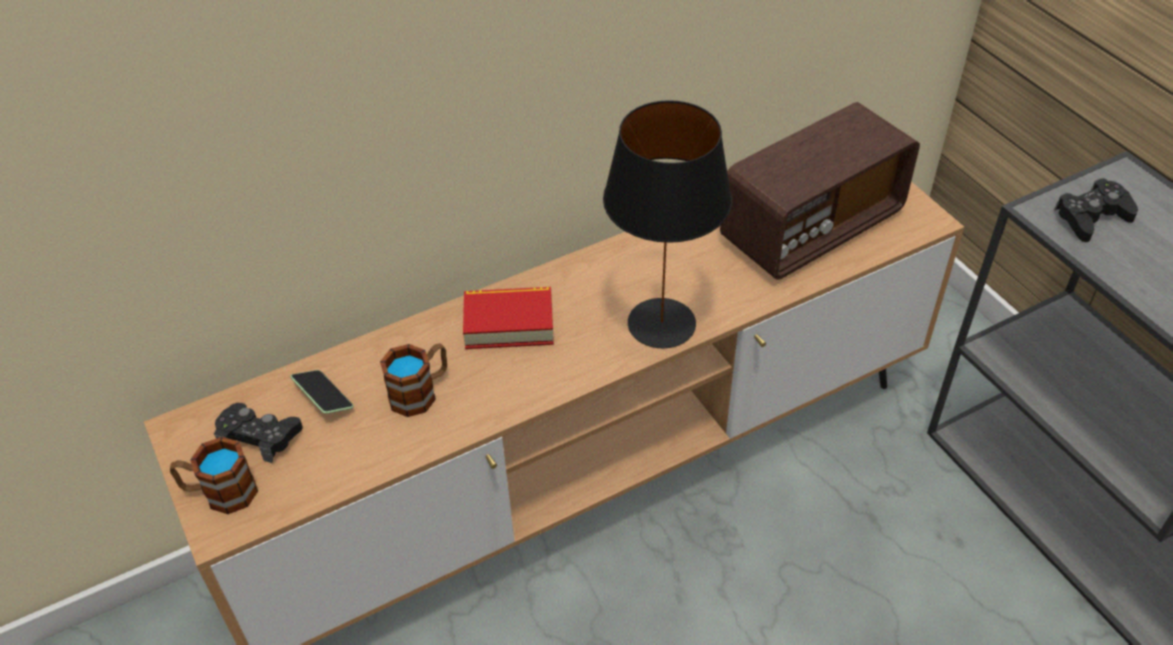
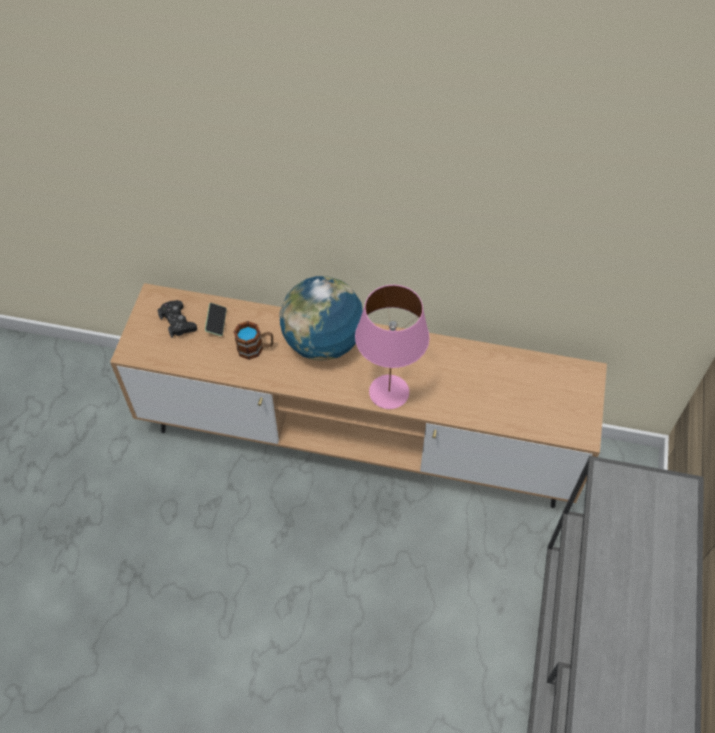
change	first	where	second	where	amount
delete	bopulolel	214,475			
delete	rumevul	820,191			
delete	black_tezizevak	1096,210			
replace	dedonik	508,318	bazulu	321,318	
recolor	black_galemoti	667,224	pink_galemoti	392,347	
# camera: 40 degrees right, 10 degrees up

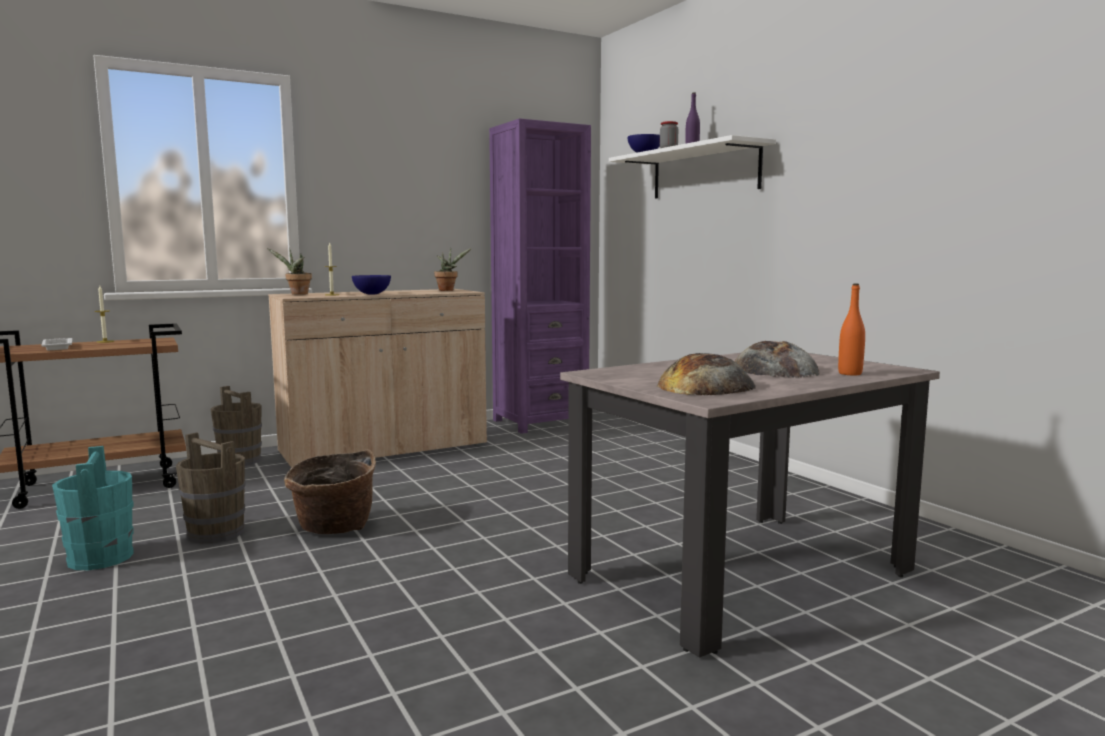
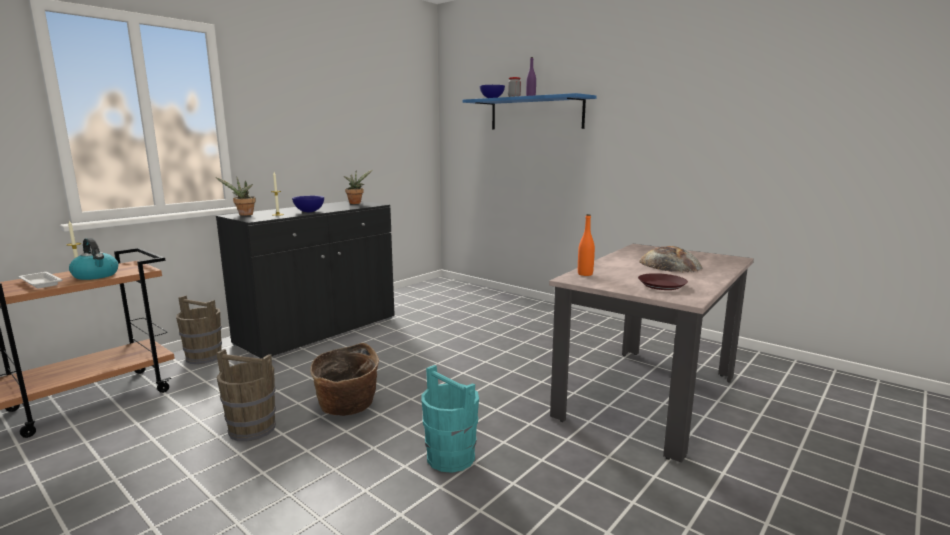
change	first	where	second	where	amount
delete	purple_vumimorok	540,276			
insert			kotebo	93,259	
move	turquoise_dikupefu	93,508		450,419	
move	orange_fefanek	851,329		586,245	
replace	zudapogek	706,374	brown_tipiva	663,281	
recolor	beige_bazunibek	377,378	black_bazunibek	305,280	
recolor	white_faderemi	692,167	blue_faderemi	529,111	
# camera: 20 degrees left, 5 degrees up

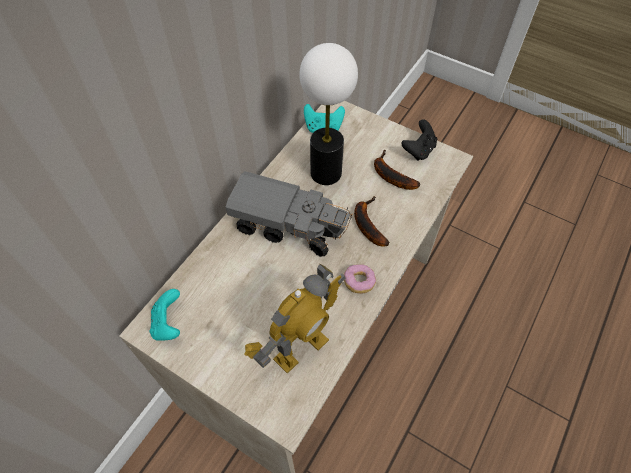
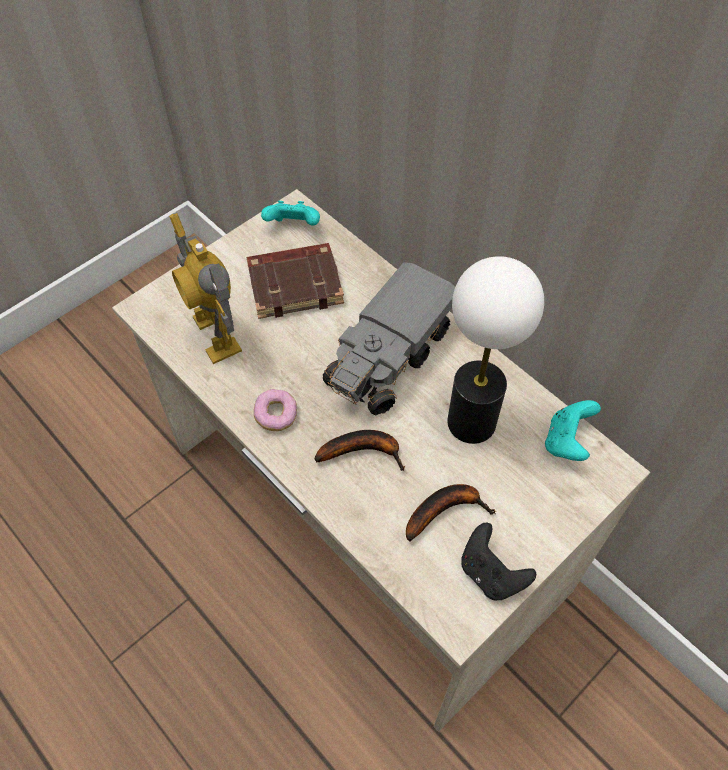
change	first	where	second	where	amount
insert			brown_dedonik	295,281	
# camera: 105 degrees right, 0 degrees up

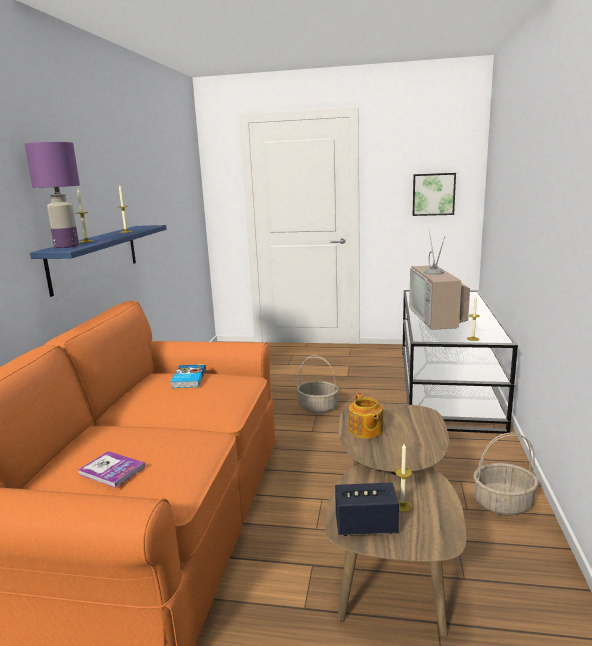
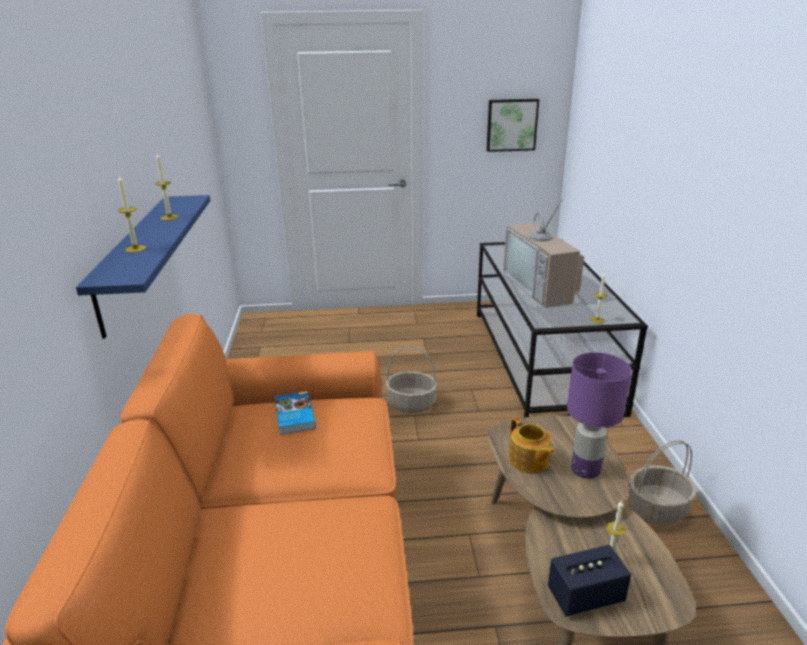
change	first	where	second	where	amount
delete	dedonik	111,469			
move	purple_galemoti	52,195		599,415	
# camera: 15 degrees left, 10 degrees up

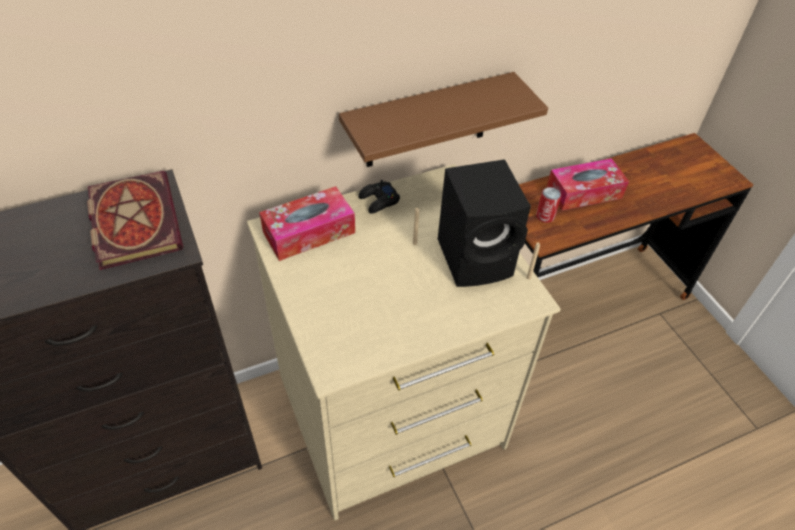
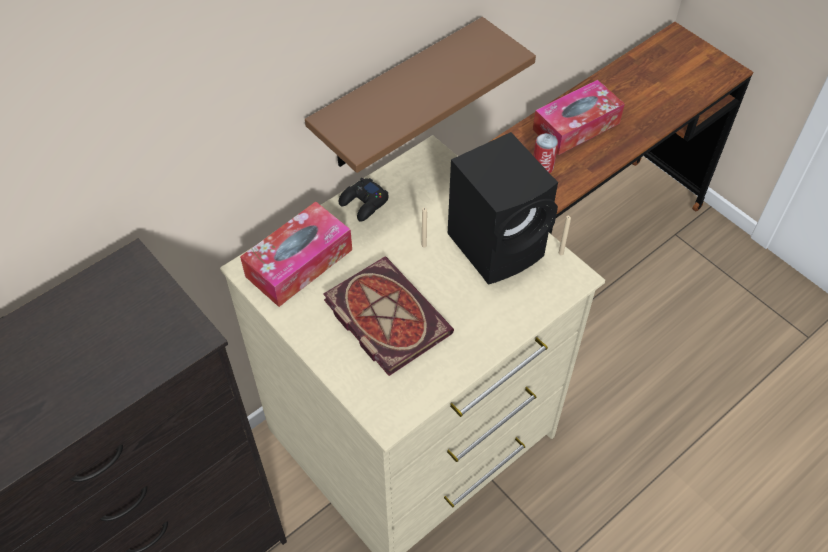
change	first	where	second	where	amount
move	dedonik	135,220		388,316	
# camera: 15 degrees left, 5 degrees up

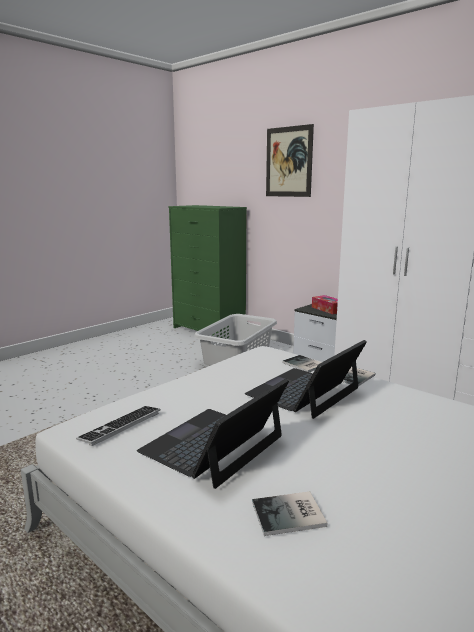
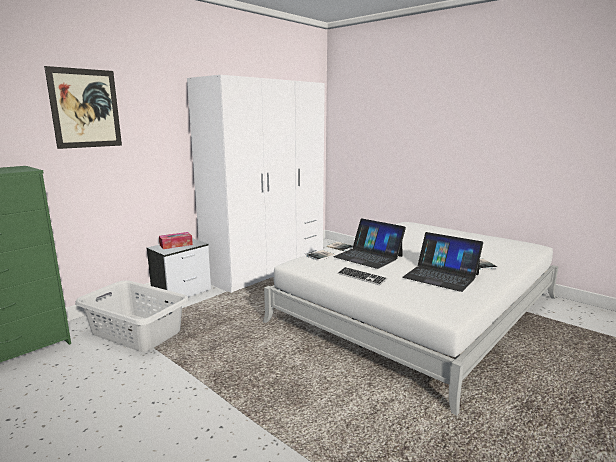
change	first	where	second	where	amount
move	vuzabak	118,426		362,276	
# camera: 90 degrees left, 0 degrees up

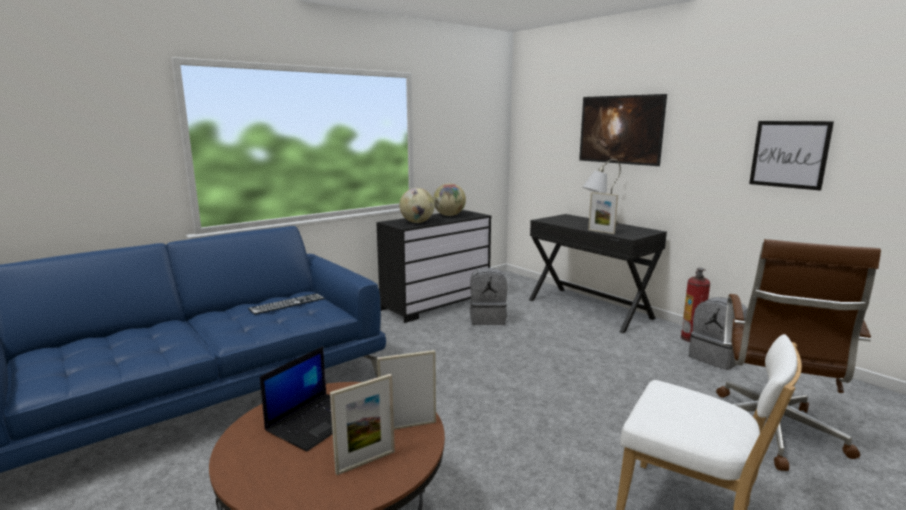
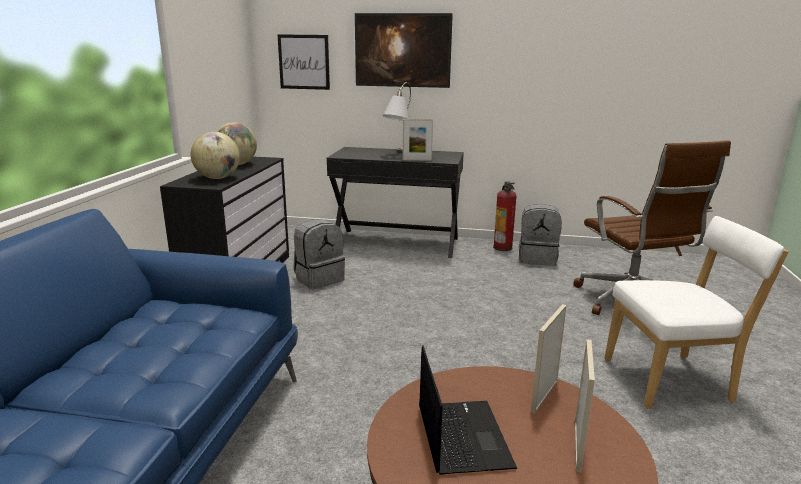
change	first	where	second	where	amount
delete	vuzabak	286,304			
move	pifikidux	791,156		303,62	
# camera: 40 degrees left, 5 degrees up

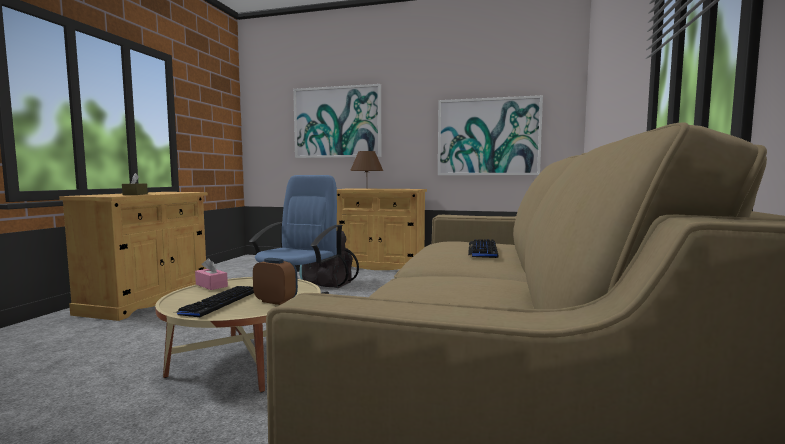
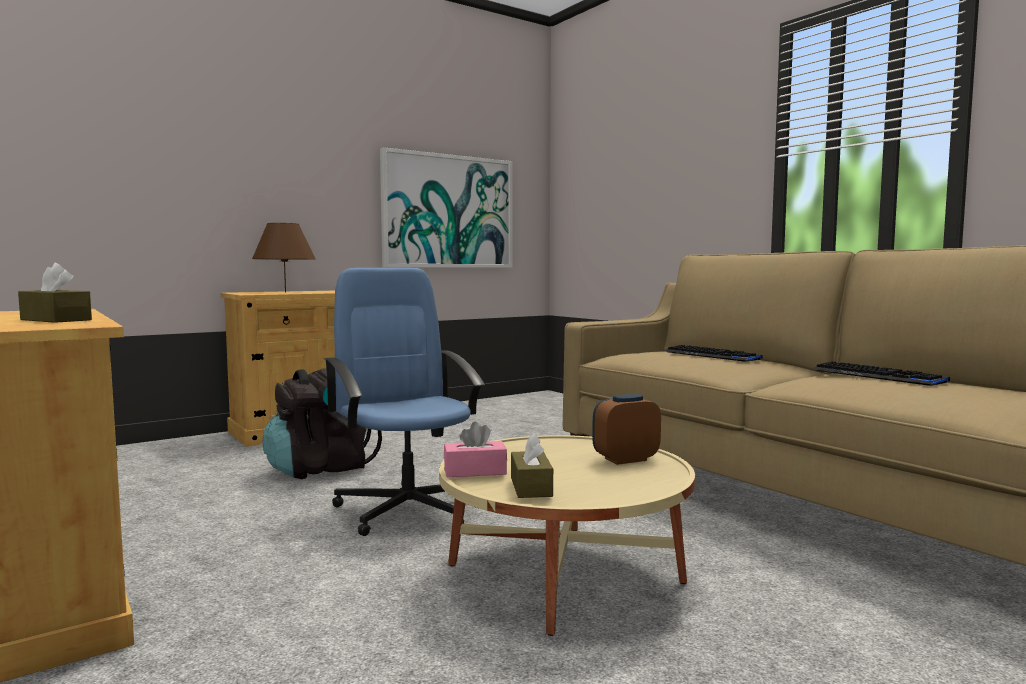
change	first	where	second	where	amount
delete	pifikidux	337,121			
insert			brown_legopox	532,465	
move	vuzabak	215,302		880,373	
# camera: 50 degrees left, 0 degrees up

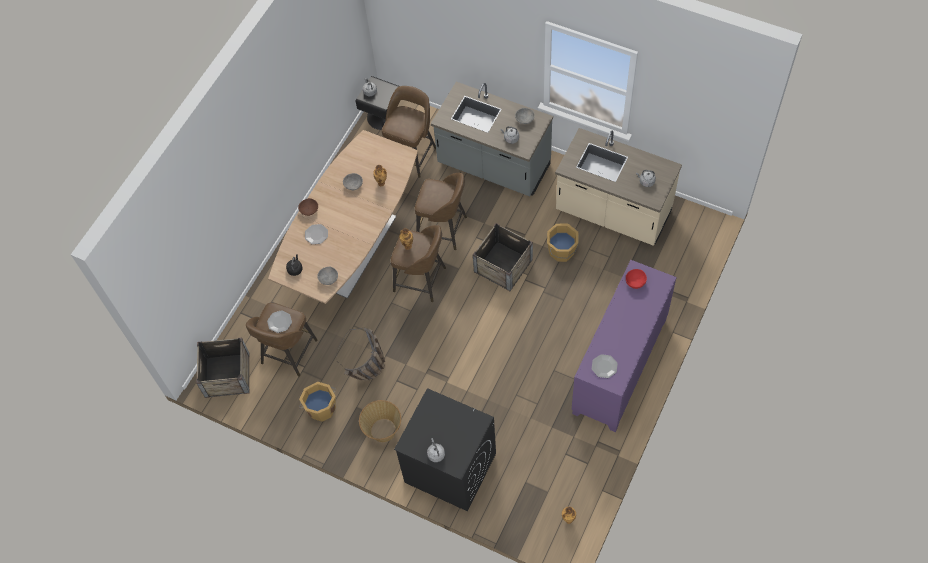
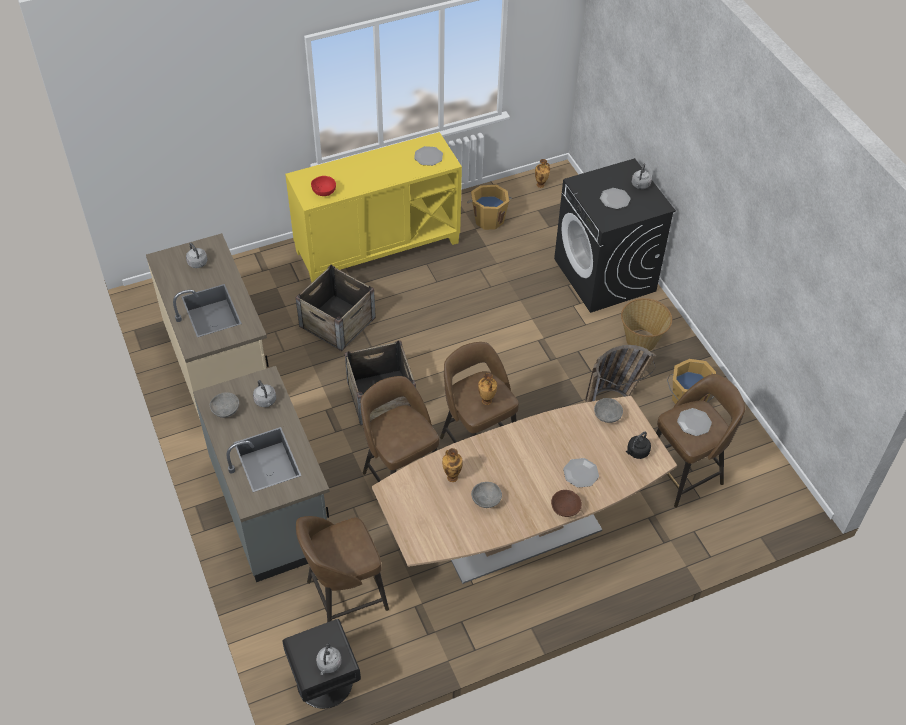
change	first	where	second	where	amount
insert			tipiva	615,198	
move	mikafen	223,368		336,308	
move	orange_dikupefu	563,243		489,207	
recolor	purple_bazunibek	624,346	yellow_bazunibek	373,207	
# camera: 145 degrees left, 10 degrees down

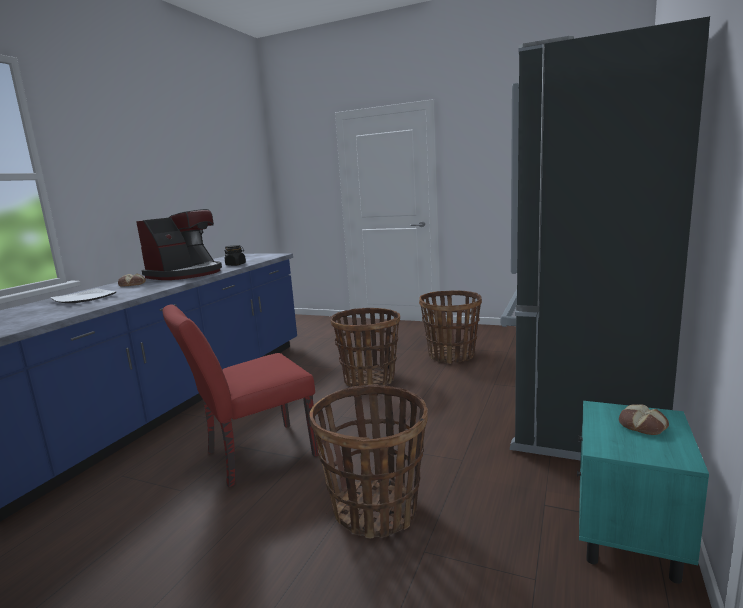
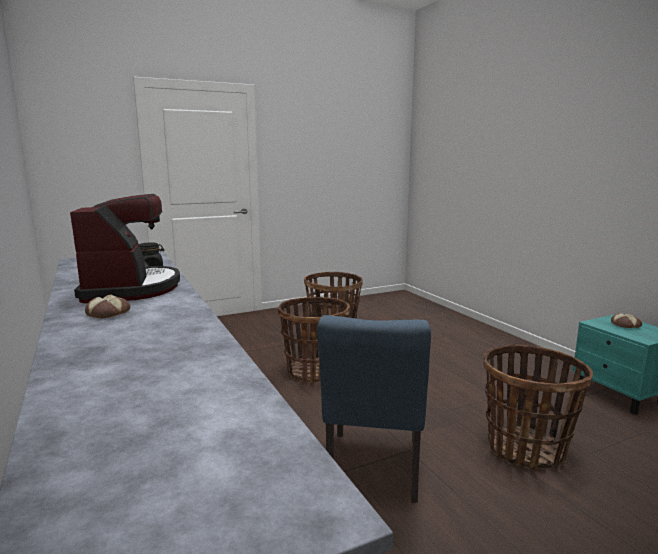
change	first	where	second	where	amount
delete	tipiva	84,295			
delete	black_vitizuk	605,238			
recolor	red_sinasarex	240,396	blue_sinasarex	374,409	
# camera: 50 degrees left, 0 degrees up

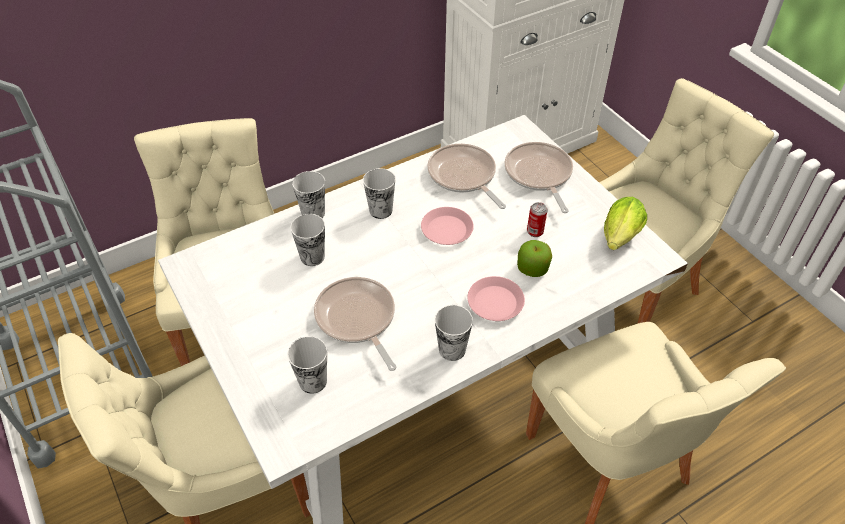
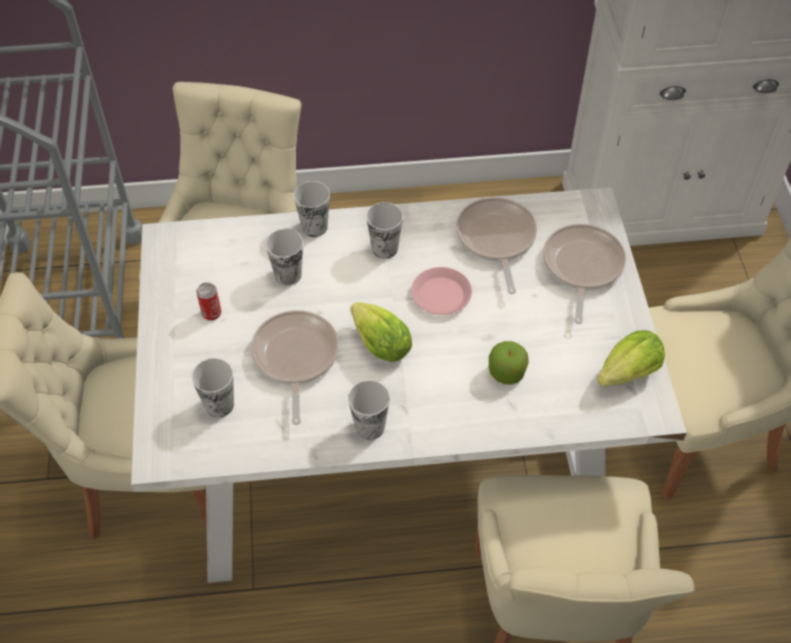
change	first	where	second	where	amount
delete	pink_tipiva	496,298			
insert			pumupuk	381,332	
move	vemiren	537,219		209,301	
# camera: 25 degrees right, 5 degrees up

